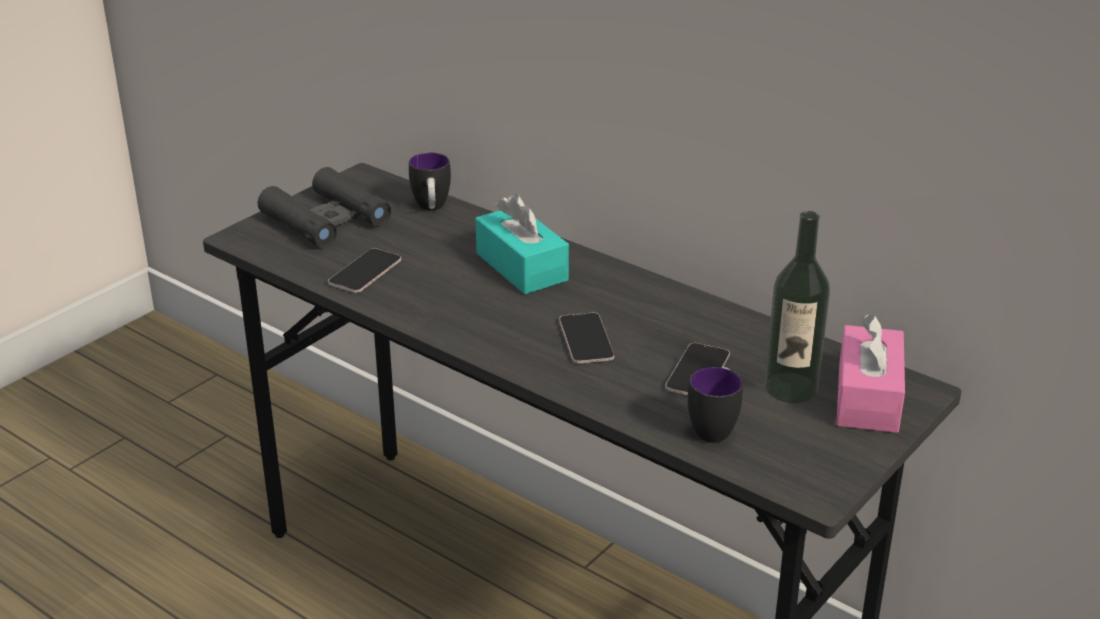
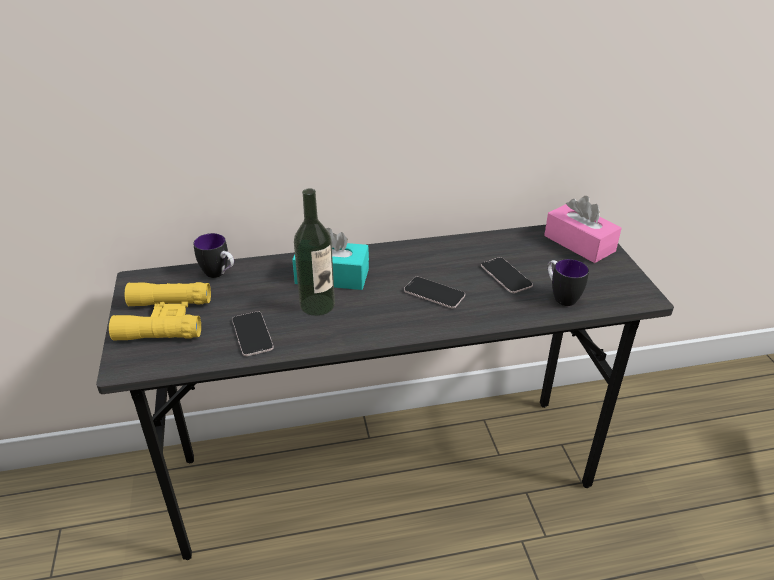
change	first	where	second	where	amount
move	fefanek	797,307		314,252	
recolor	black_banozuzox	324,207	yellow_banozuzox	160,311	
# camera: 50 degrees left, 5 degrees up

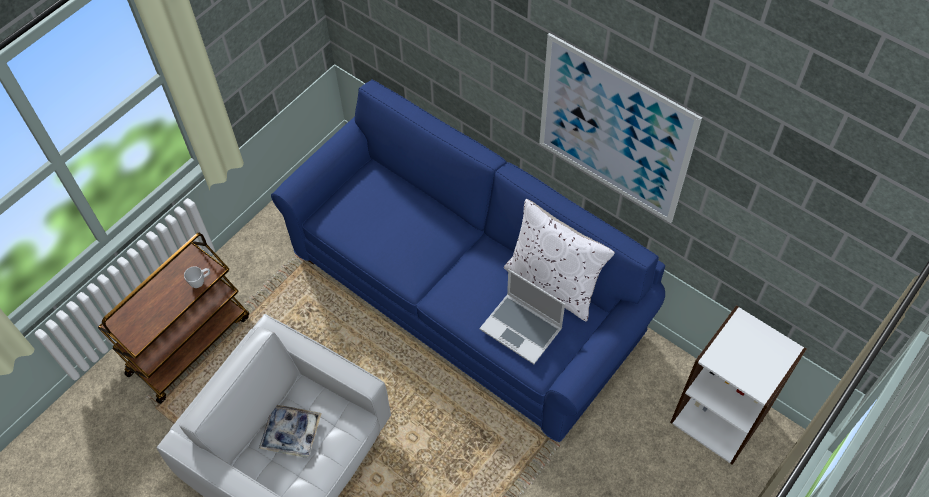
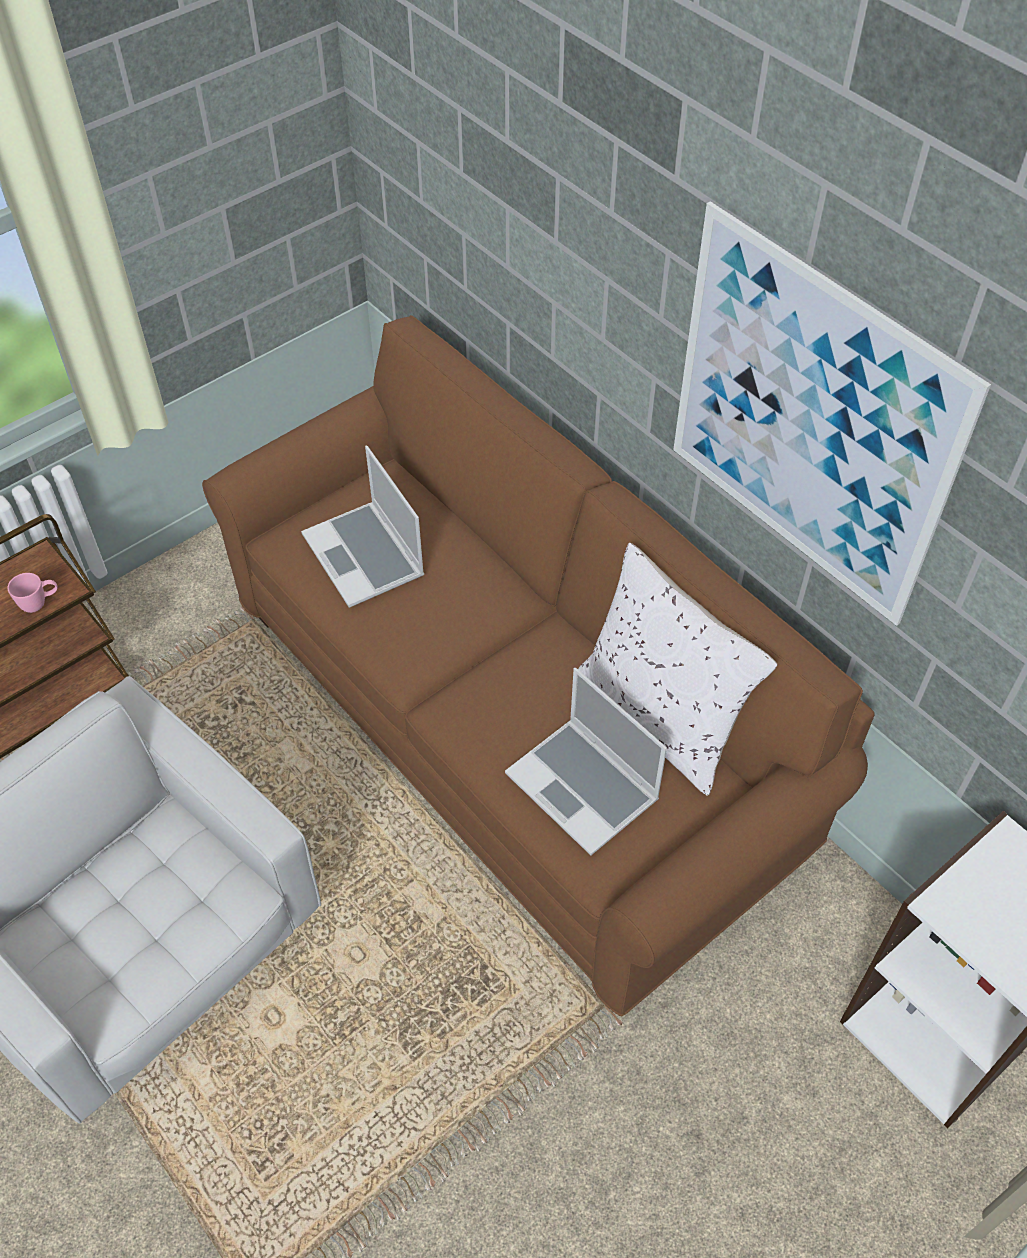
change	first	where	second	where	amount
delete	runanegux	290,431			
insert			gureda	362,527	
recolor	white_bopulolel	197,277	pink_bopulolel	32,593	
recolor	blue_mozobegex	468,260	brown_mozobegex	538,665	
# camera: 10 degrees right, 5 degrees down

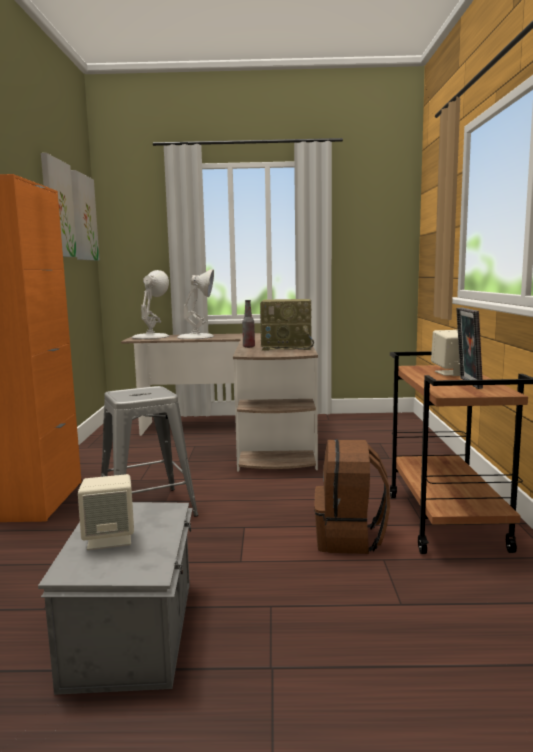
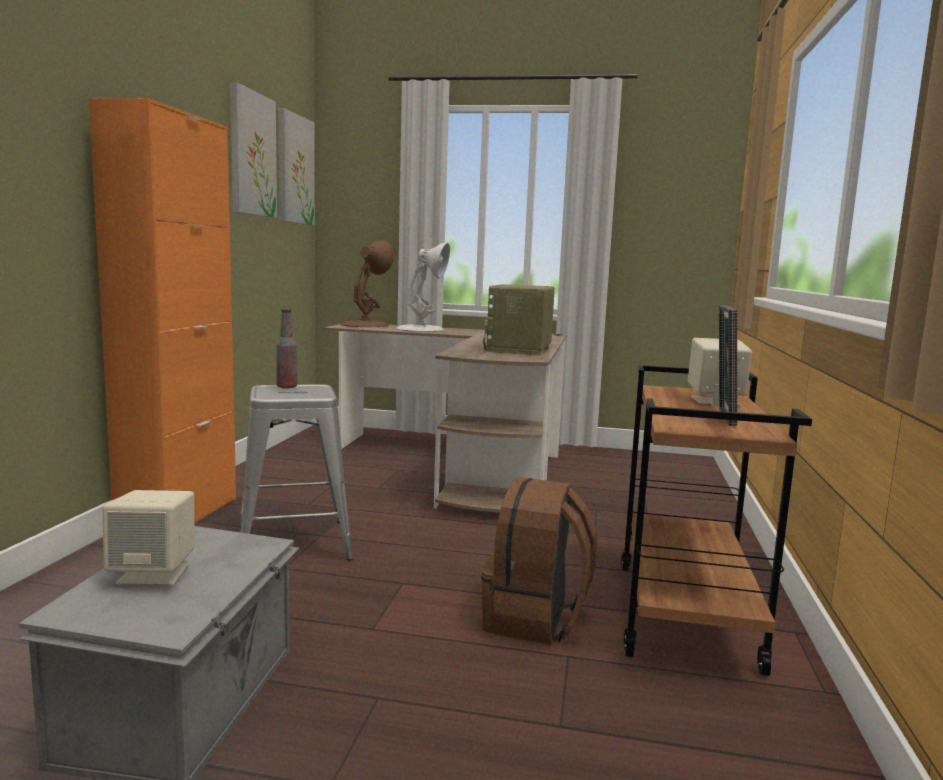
change	first	where	second	where	amount
move	fefanek	248,324		286,348	
recolor	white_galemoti	150,304	brown_galemoti	367,283	
rotate	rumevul	287,325		519,320	90 degrees clockwise
# camera: 10 degrees right, 0 degrees up

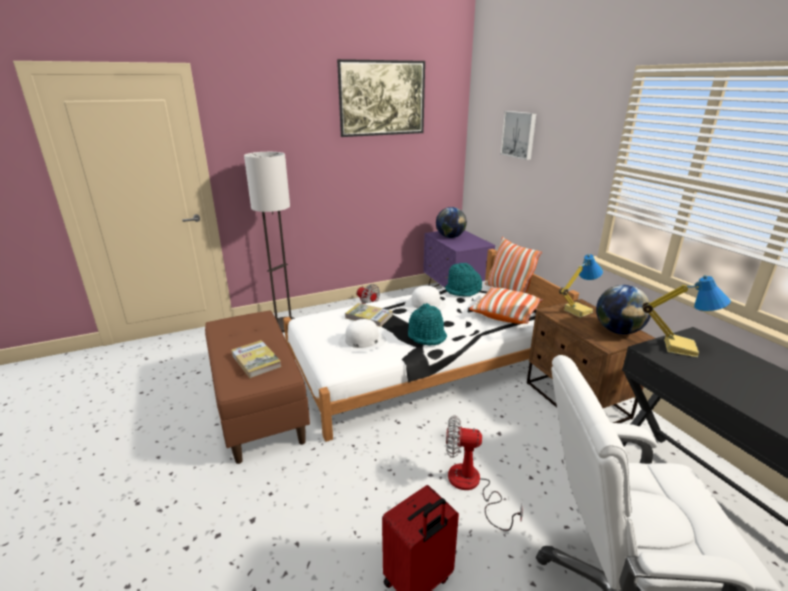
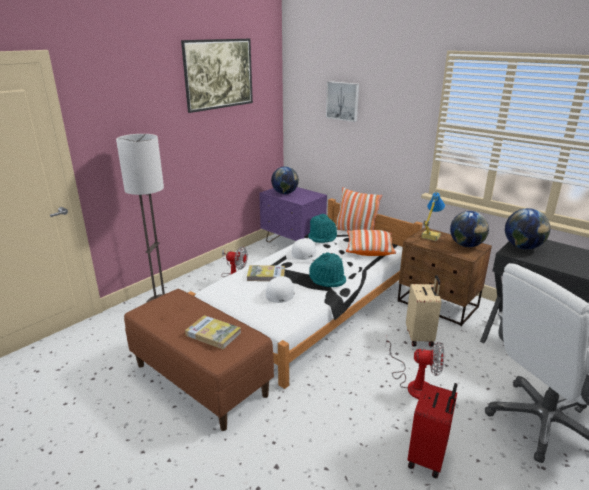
change	first	where	second	where	amount
insert			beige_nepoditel	424,311	
replace	galemoti	686,316	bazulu	527,228	
rotate	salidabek	484,473		415,368	150 degrees counterclockwise
# camera: 25 degrees left, 0 degrees up

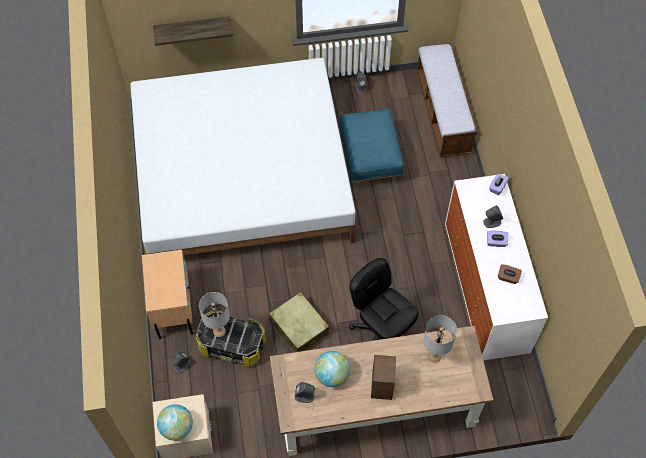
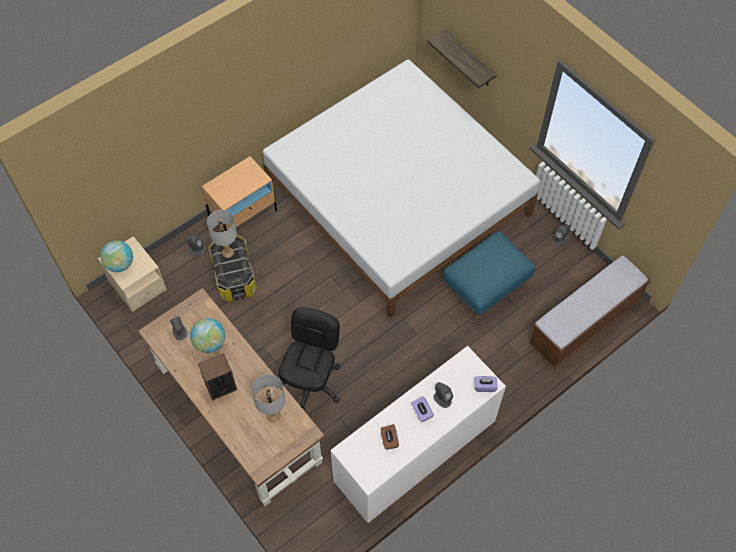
change	first	where	second	where	amount
delete	beige_nepoditel	299,322			
# camera: 60 degrees right, 0 degrees up

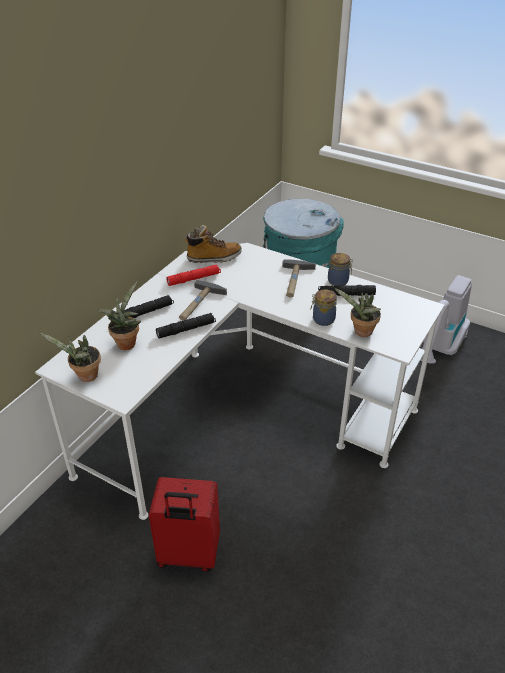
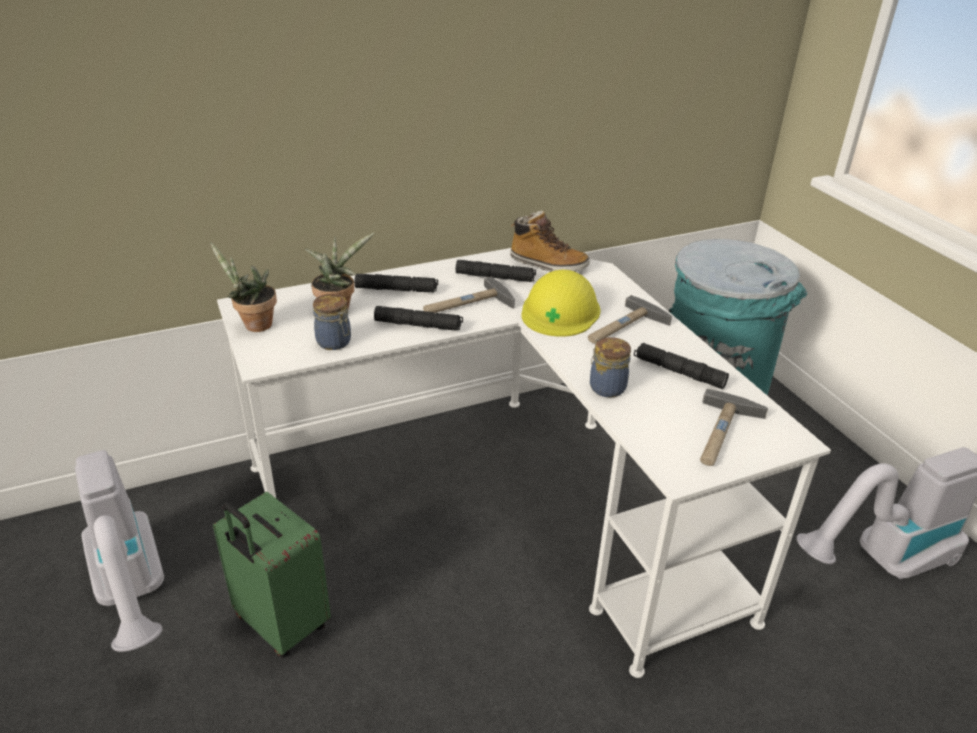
change	first	where	second	where	amount
delete	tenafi	357,312			
insert			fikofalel	119,551	
insert			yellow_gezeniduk	560,303	
insert			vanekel	734,427	
move	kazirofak	340,269		332,322	
recolor	red_nepoditel	184,524	green_nepoditel	272,575	
recolor	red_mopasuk	193,275	black_mopasuk	496,271	
# camera: 35 degrees right, 5 degrees down

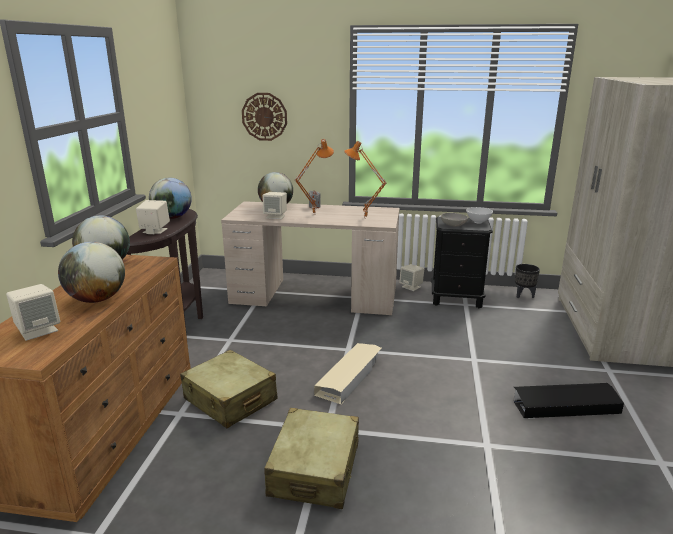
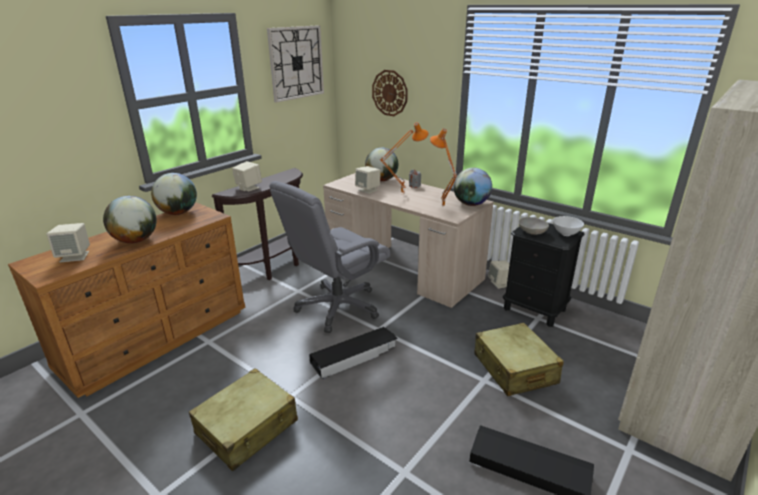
change	first	where	second	where	amount
delete	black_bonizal	527,281			
insert			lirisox	295,64	
insert			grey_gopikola	330,257	
move	bazulu	170,198		473,187	
move	beige_nepoditel	229,389		519,359	
recolor	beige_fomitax	348,373	black_fomitax	353,353	
# camera: 30 degrees right, 5 degrees up

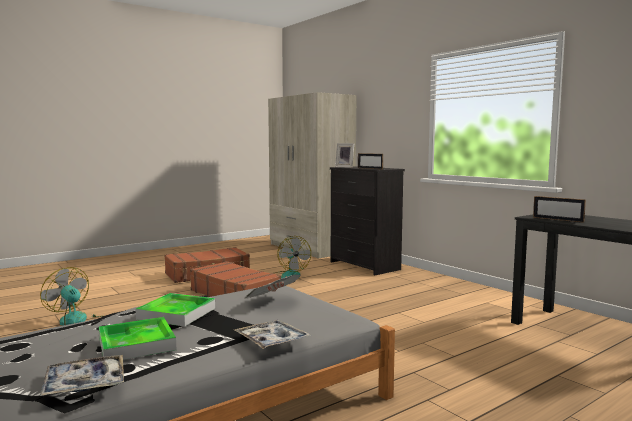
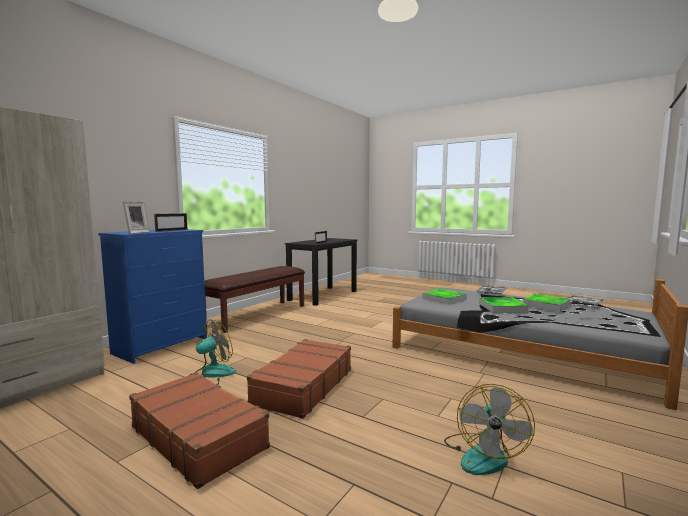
change	first	where	second	where	amount
insert			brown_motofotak	254,299	
replace	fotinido	273,286	runanegux	444,297	
recolor	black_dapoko	367,221	blue_dapoko	152,296	
# camera: 110 degrees left, 0 degrees up

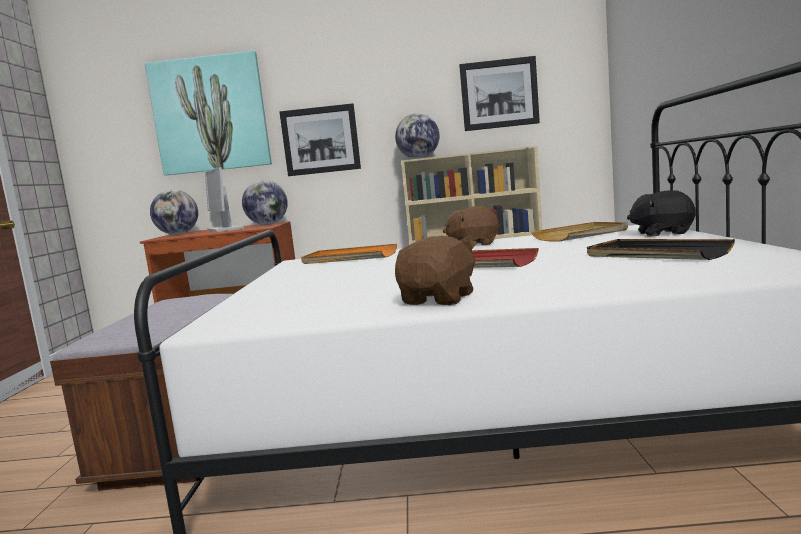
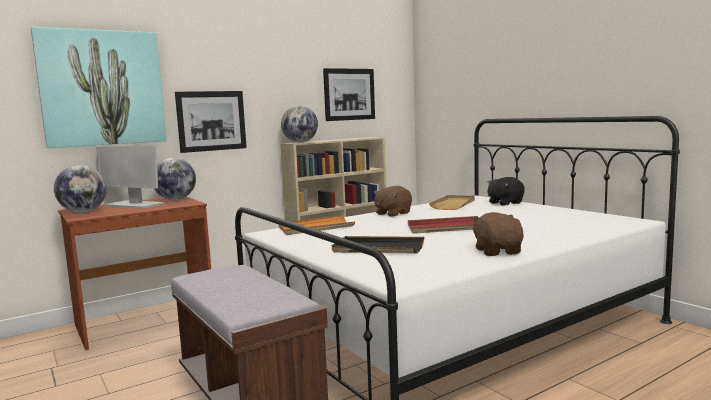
change	first	where	second	where	amount
move	black_runanegux	661,249		378,244	
# camera: 35 degrees left, 0 degrees up

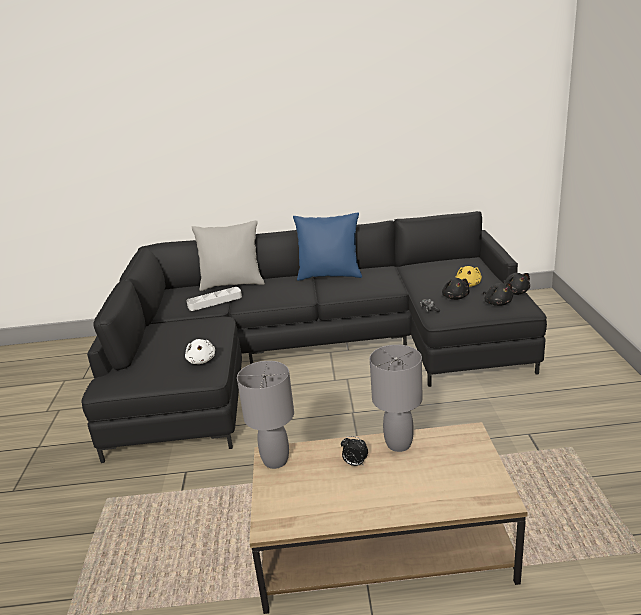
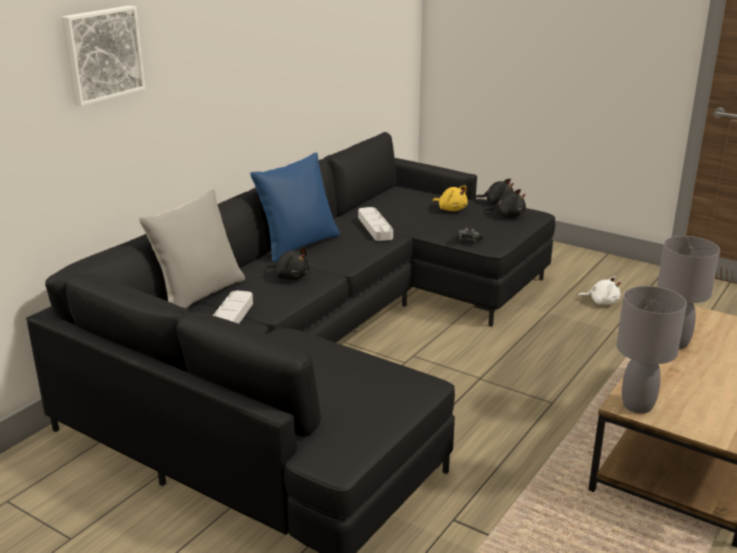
change	first	where	second	where	amount
delete	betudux	354,451			
insert			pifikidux	103,56	
insert			grey_runanegux	375,224	
move	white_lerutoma	200,351		599,290	
move	black_lerutoma	456,289		288,264	
# camera: 55 degrees left, 0 degrees up

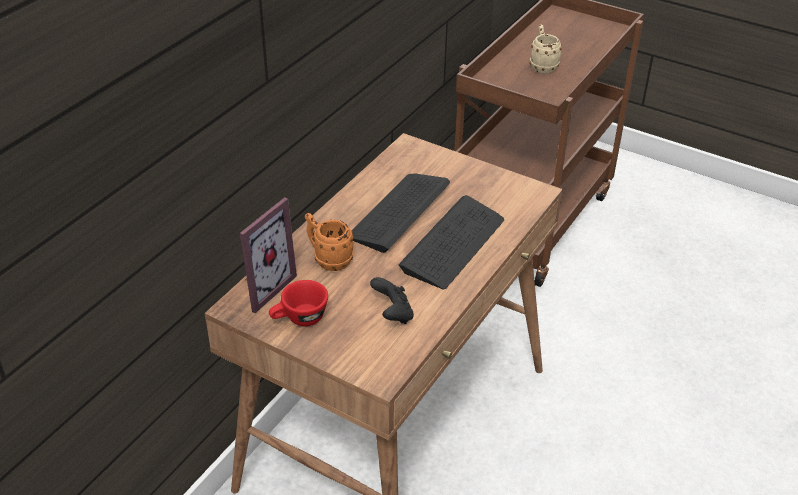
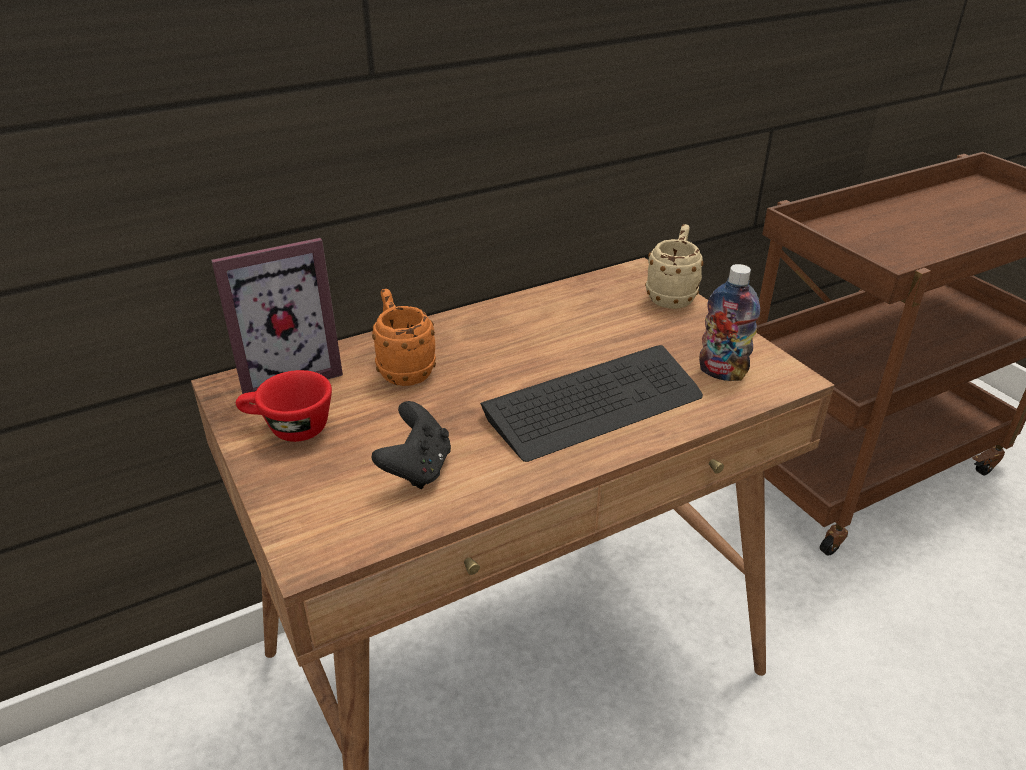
change	first	where	second	where	amount
delete	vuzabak	401,213			
insert			fefanek	729,322	
move	beige_bopulolel	546,49		674,266	
# camera: 30 degrees right, 5 degrees down

